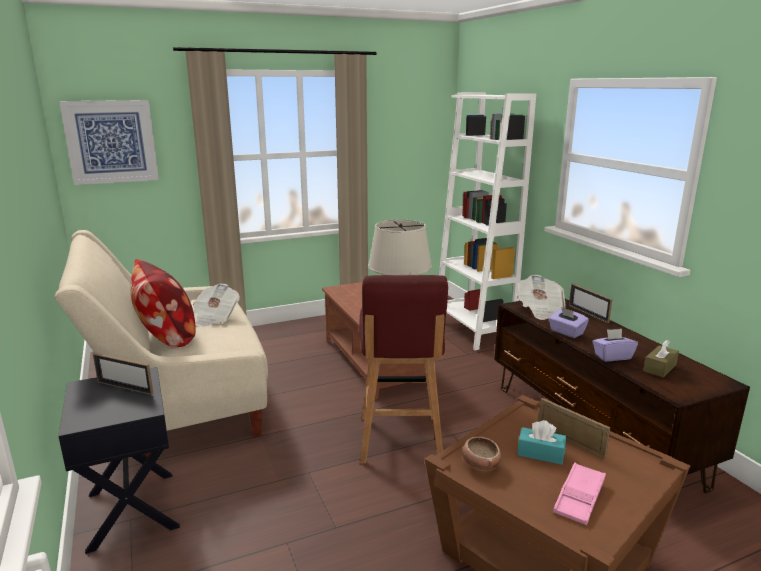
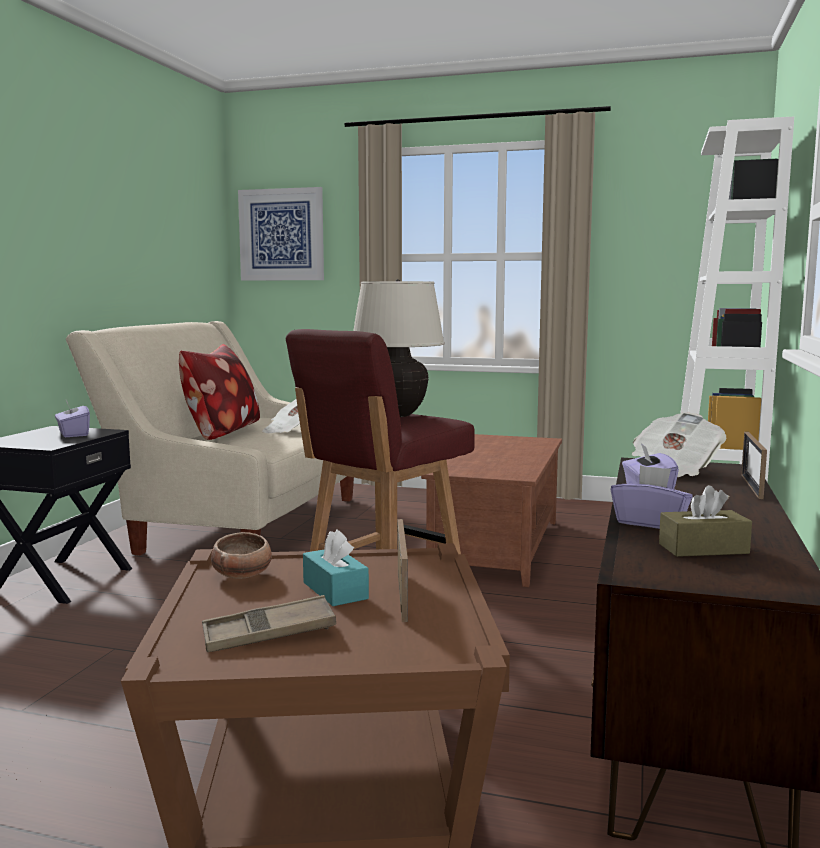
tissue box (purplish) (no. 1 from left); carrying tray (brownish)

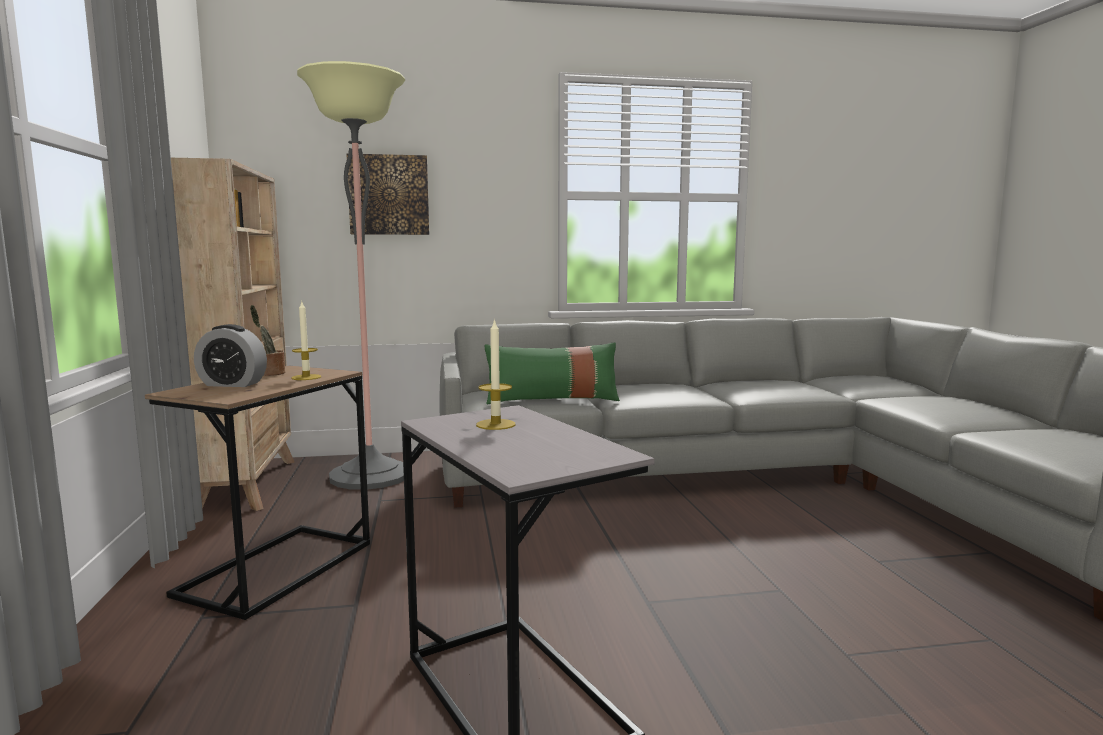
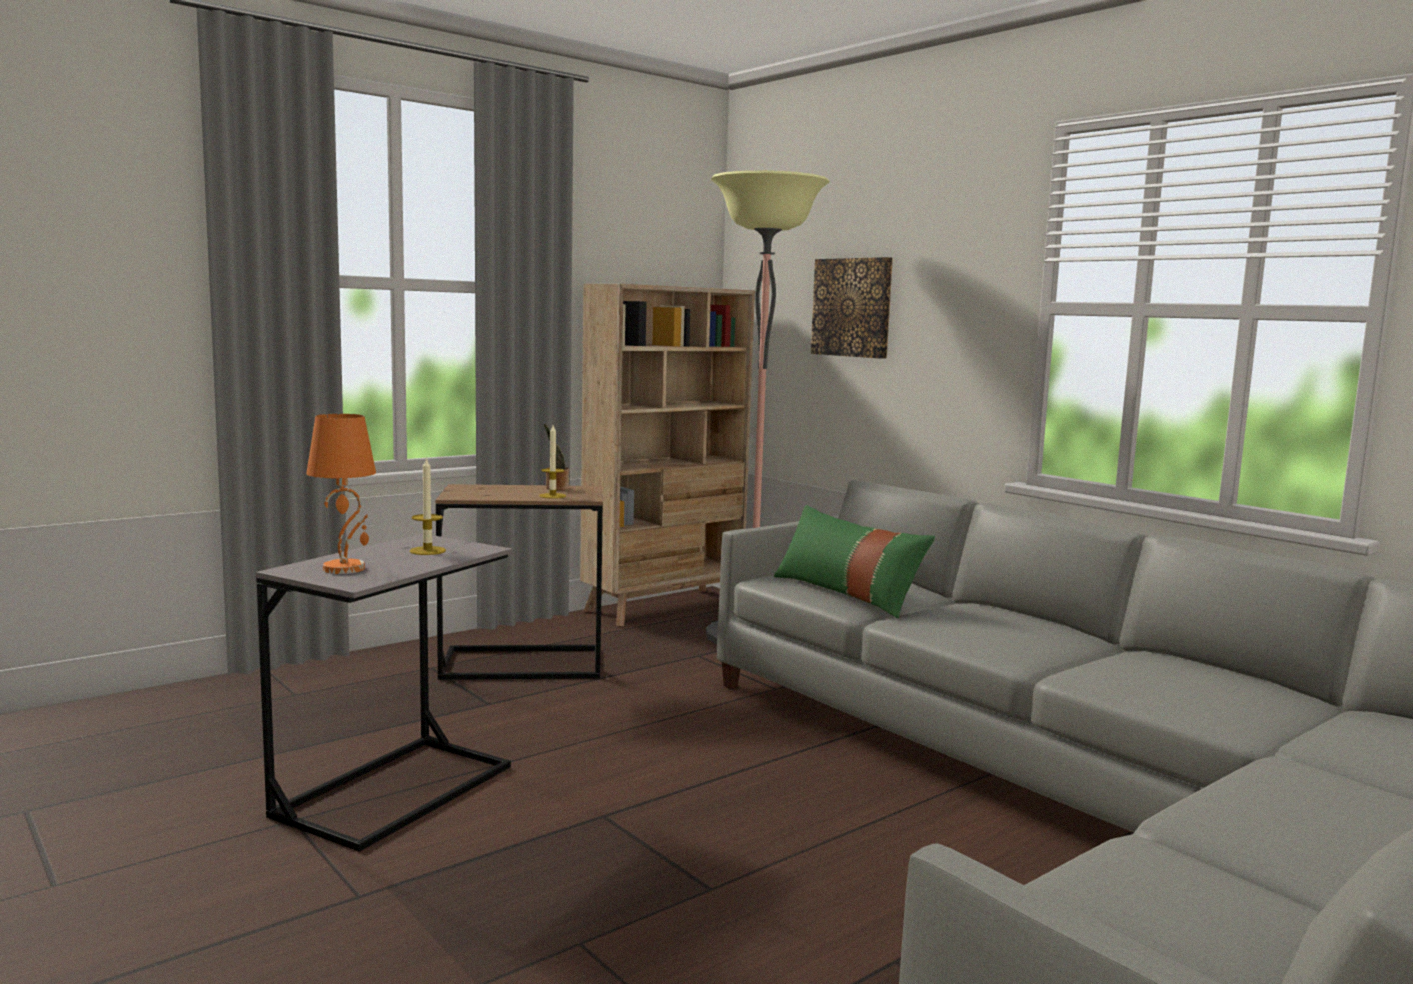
alarm clock; lamp for a table (orange-coloured)

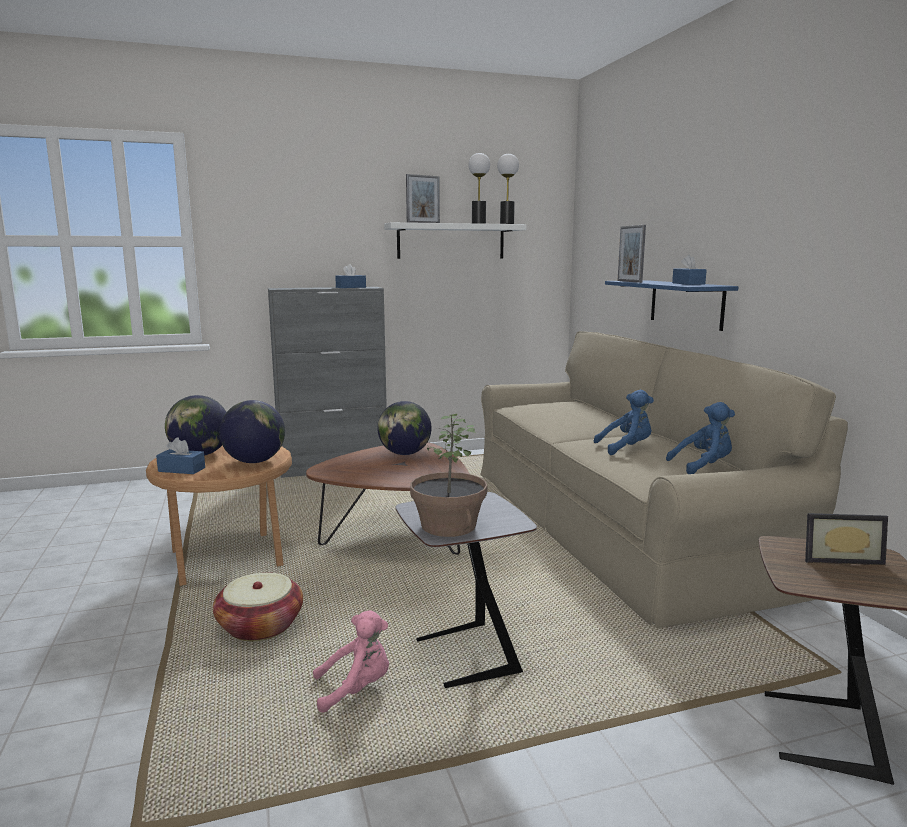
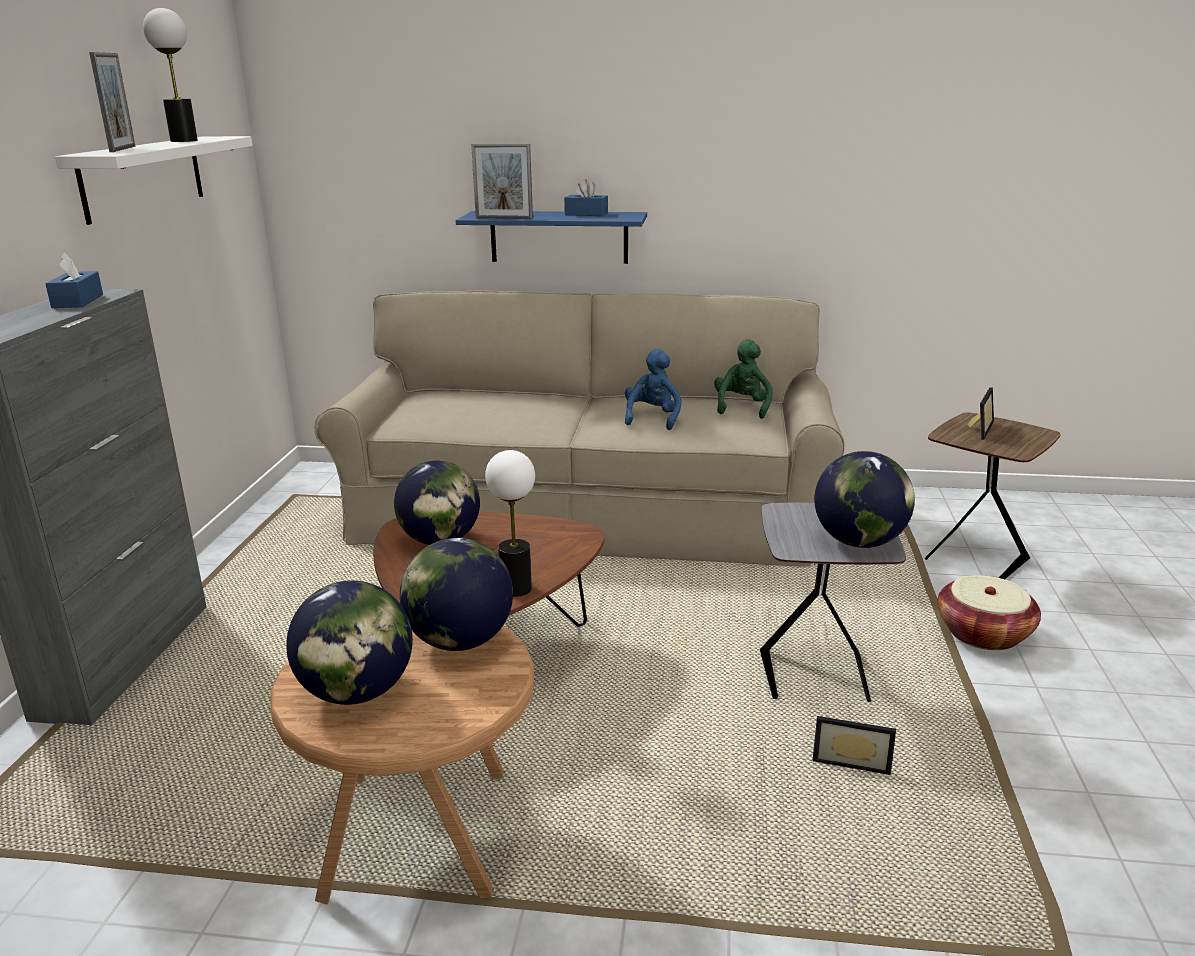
tissue box (blue) (no. 1 from left in the first image); household basket; lamp for a table (no. 2 from left); standing frame (no. 3 from left); globe (no. 4 from left); cuddly toy (green-coloured)

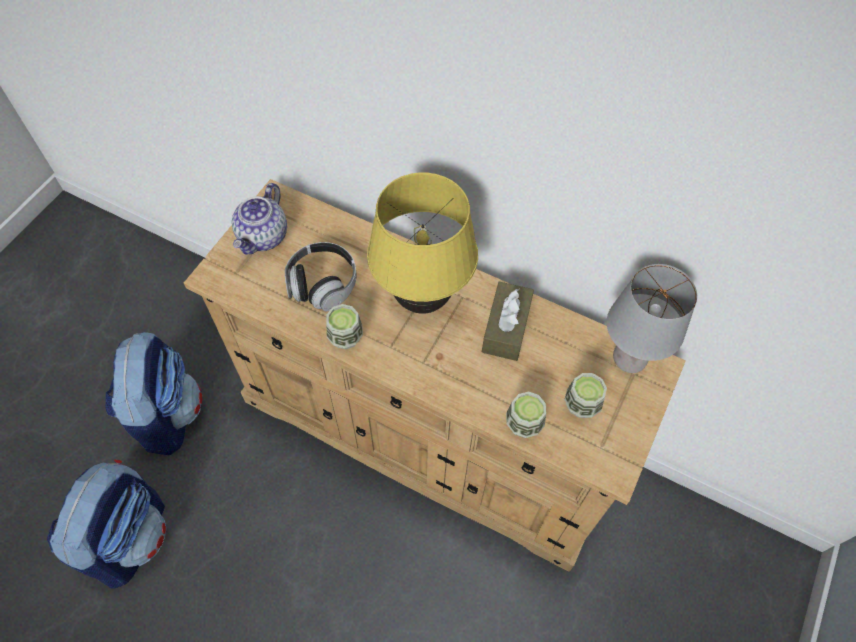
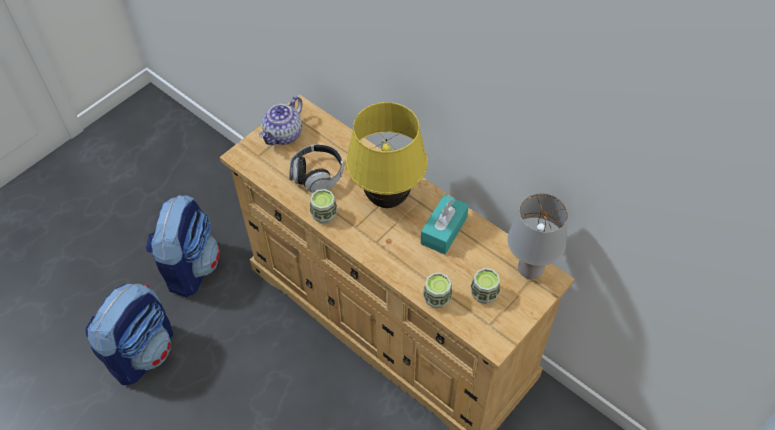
tissue box (turquoise)

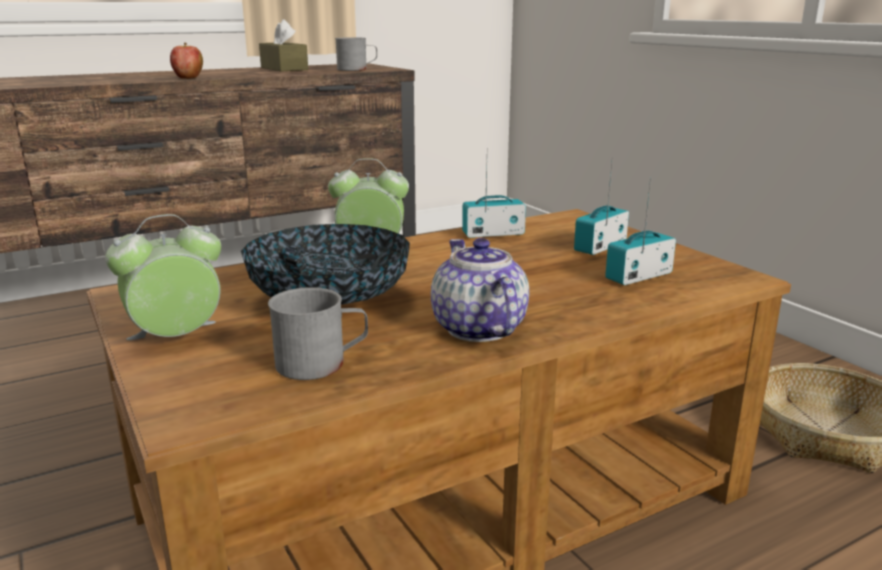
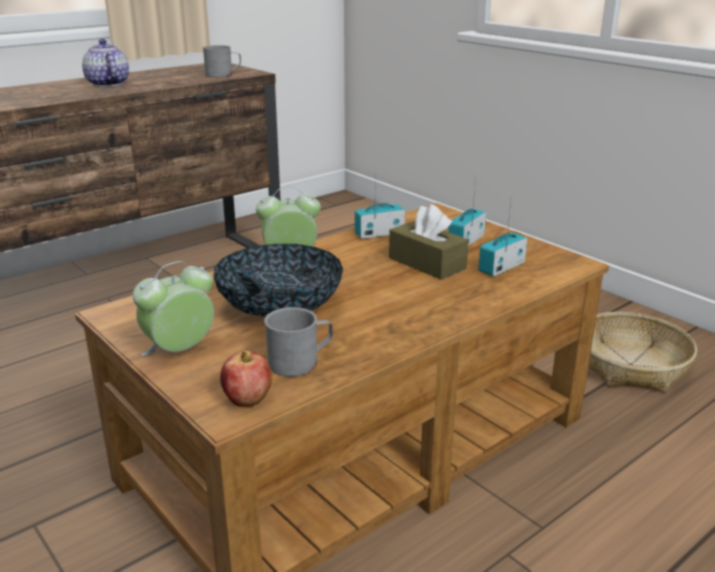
apple; tissue box (brownish); pot for tea

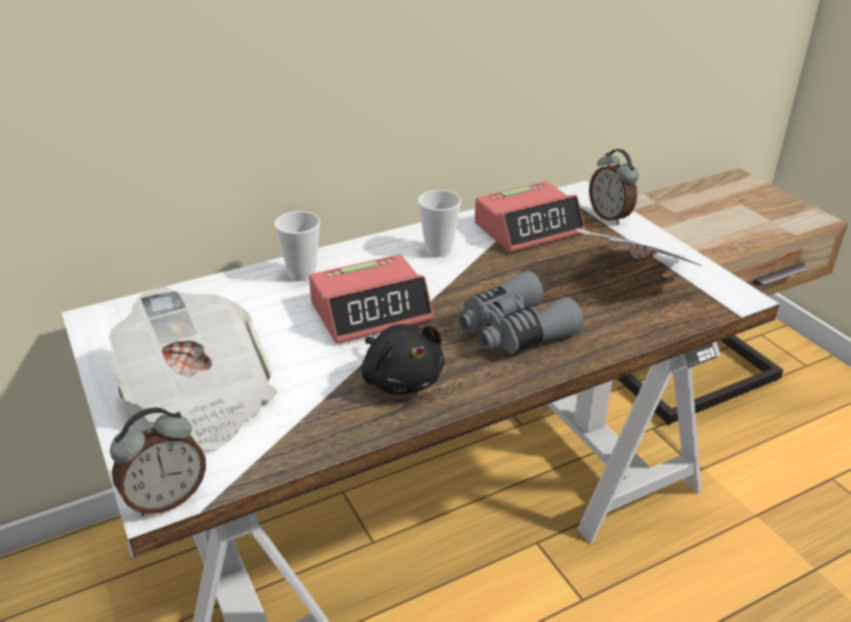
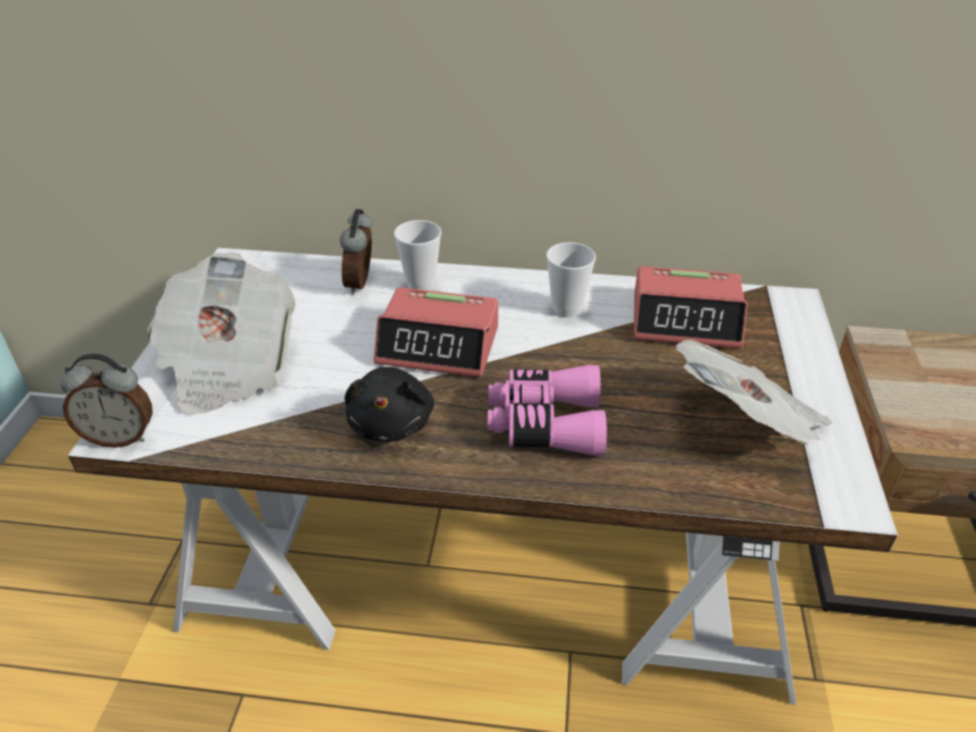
alarm clock (no. 2 from left); pair of binoculars (pink)

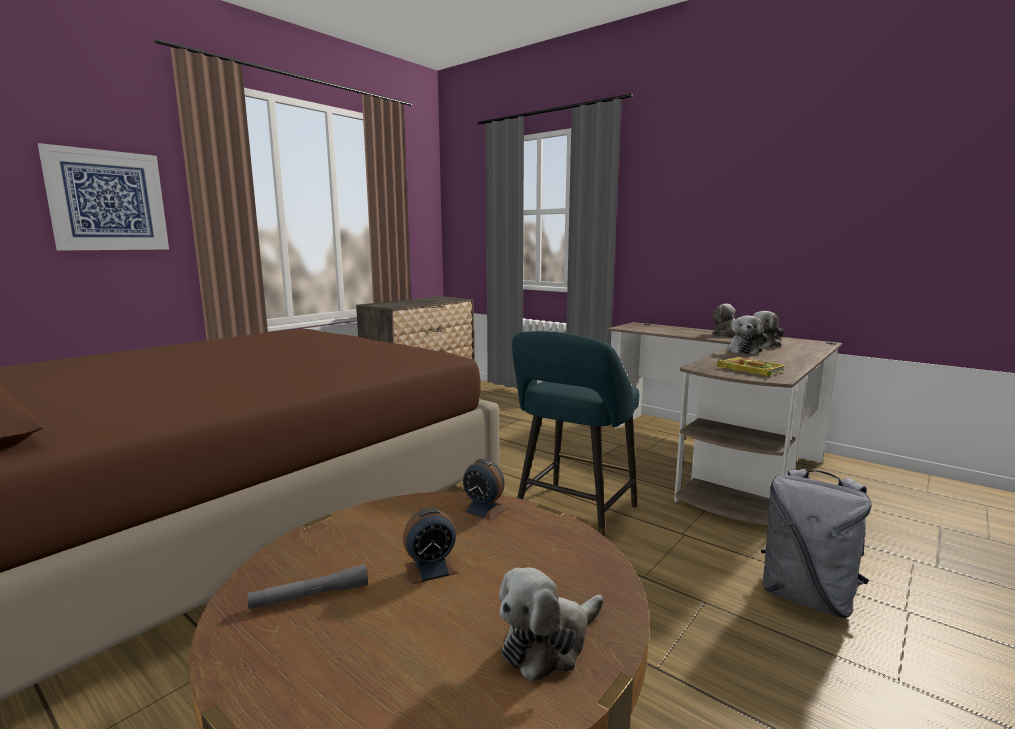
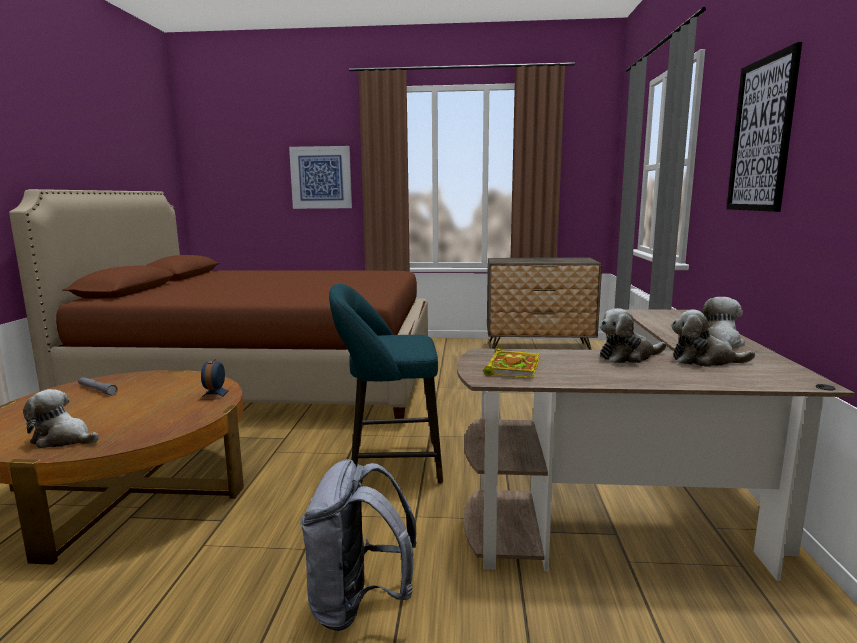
alarm clock (no. 1 from left in the first image); wall art (no. 2 from left)

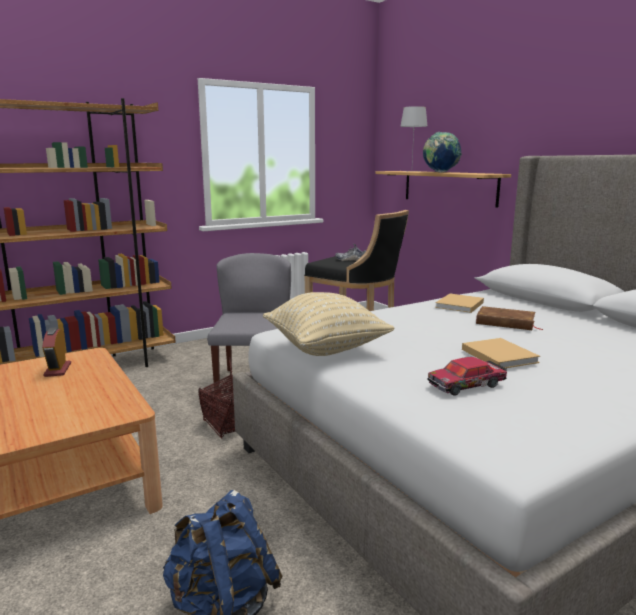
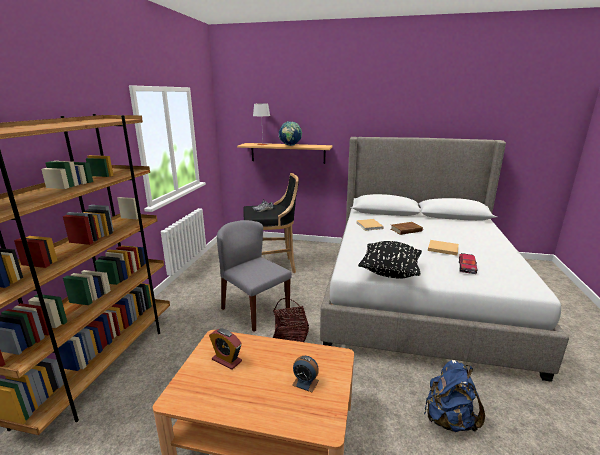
alarm clock (no. 2 from left); throw pillow (blackish)

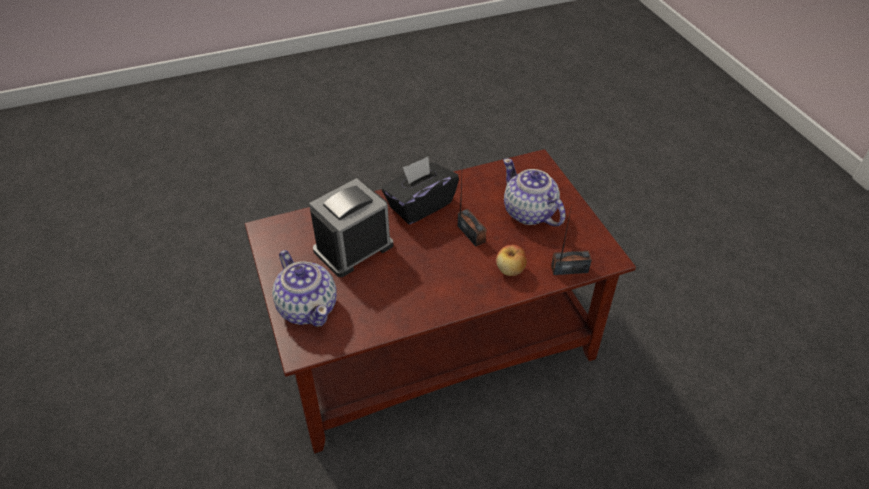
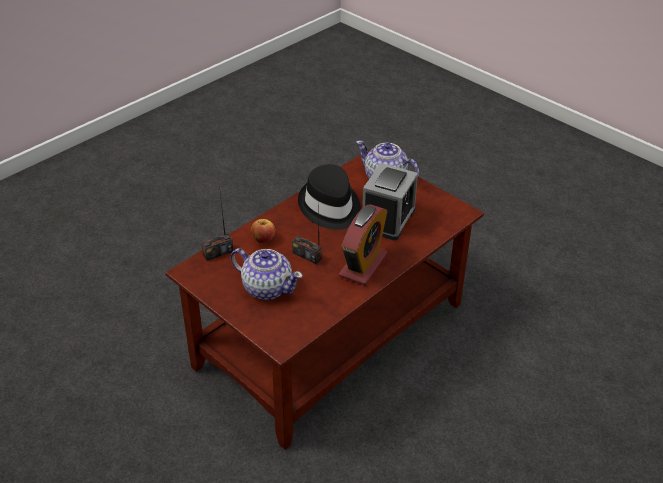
clothing hat (blackish); alarm clock (no. 1 from left)

